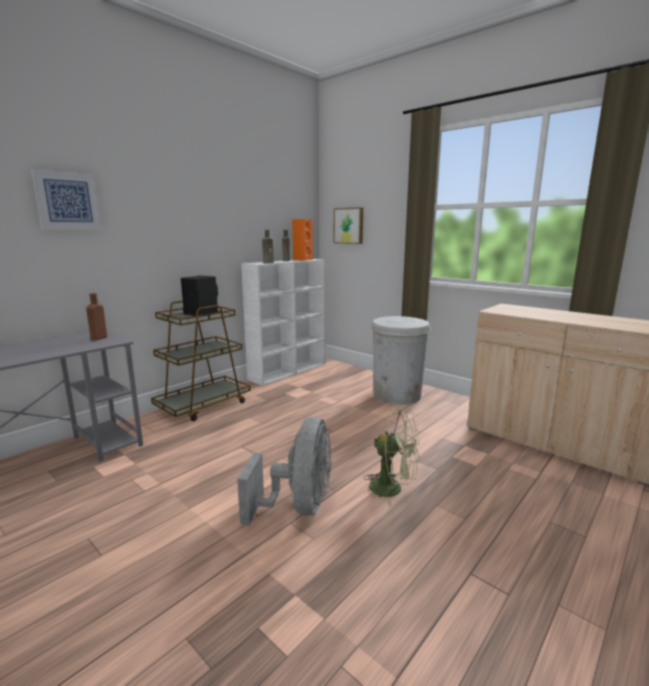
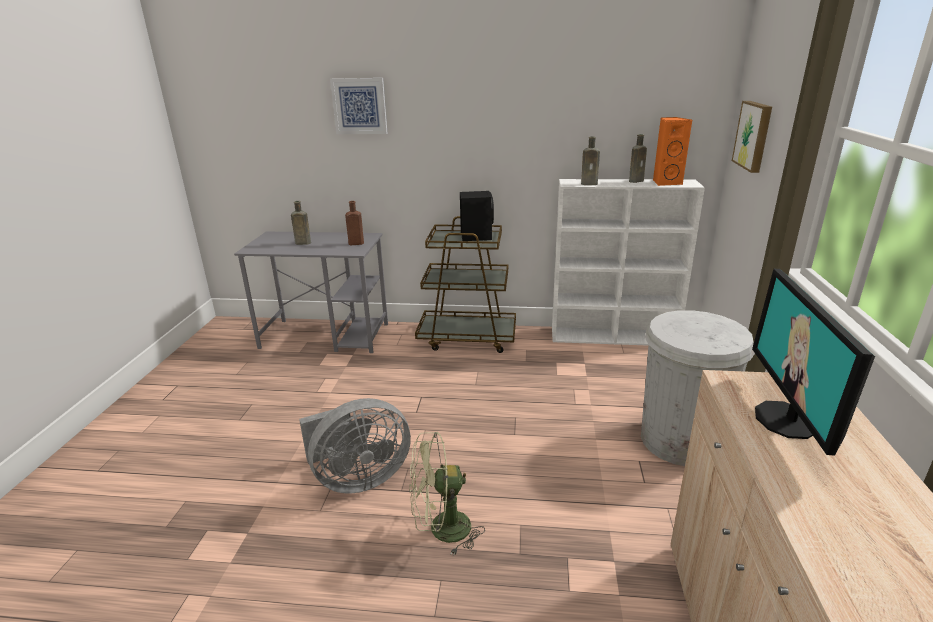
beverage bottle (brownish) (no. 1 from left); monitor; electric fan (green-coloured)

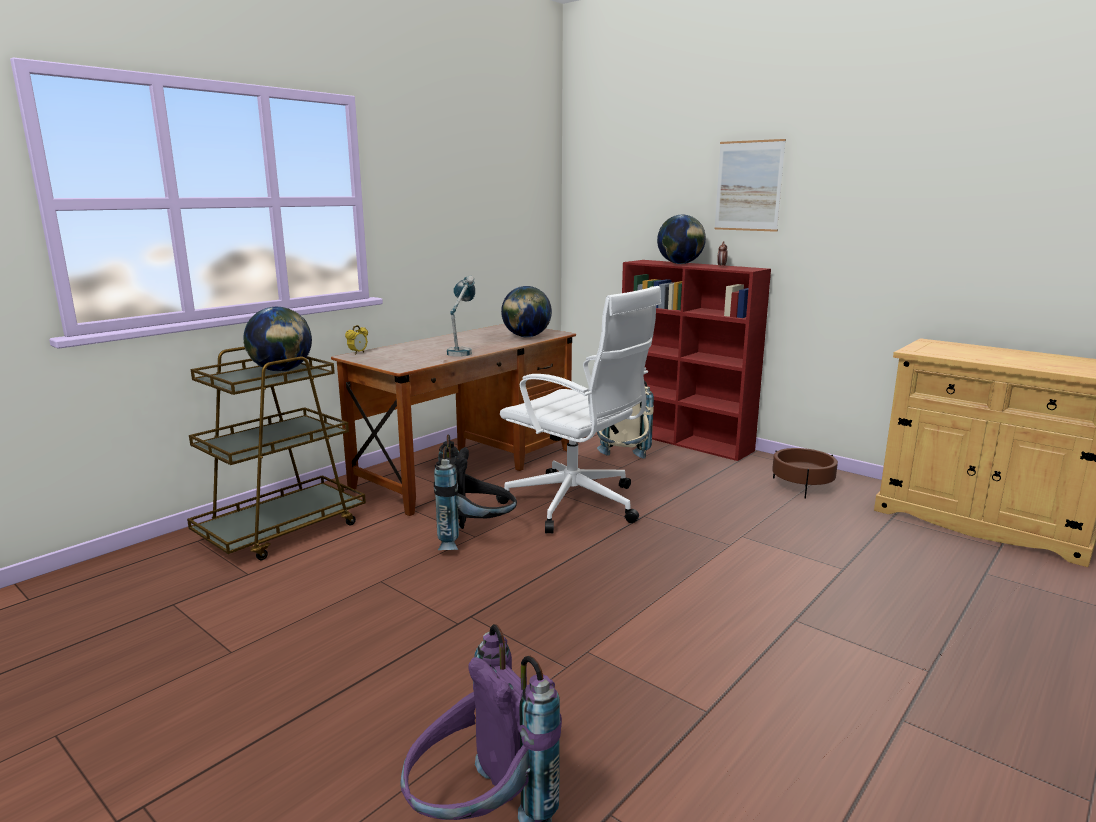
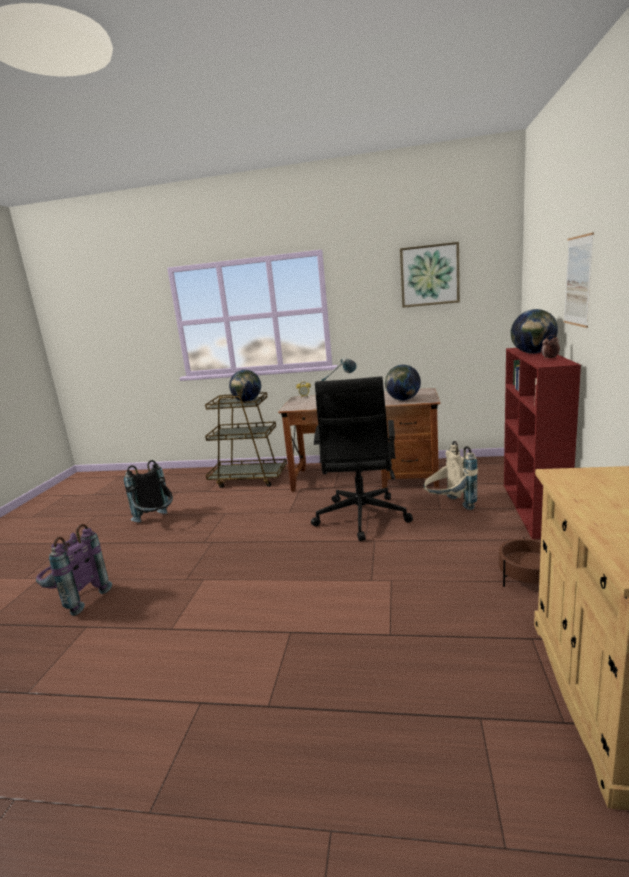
wall art (no. 1 from left); rucksack (blackish); office chair (blackish)

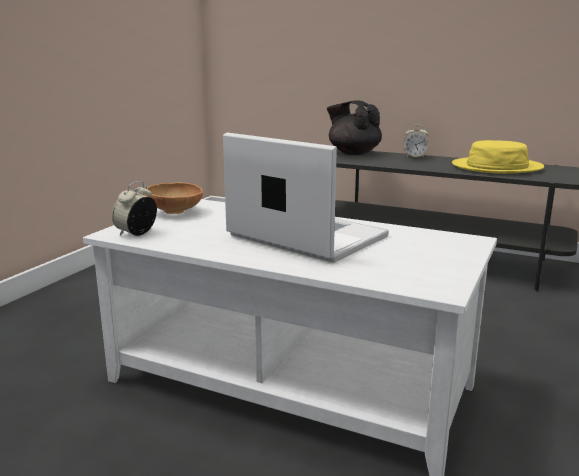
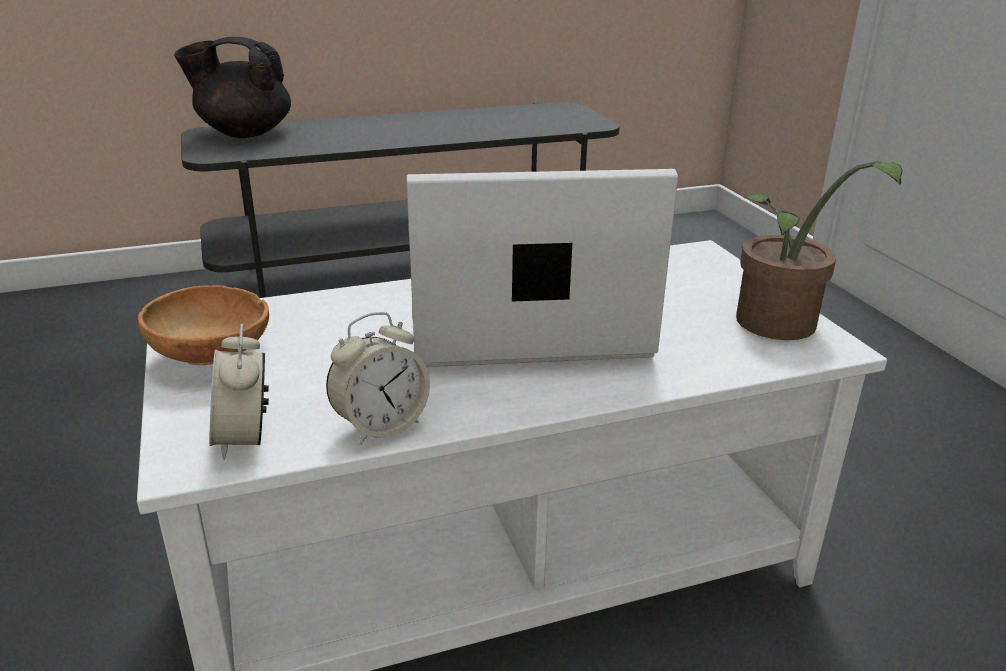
clothing hat (yellow-coloured); potted plant; alarm clock (no. 2 from left)

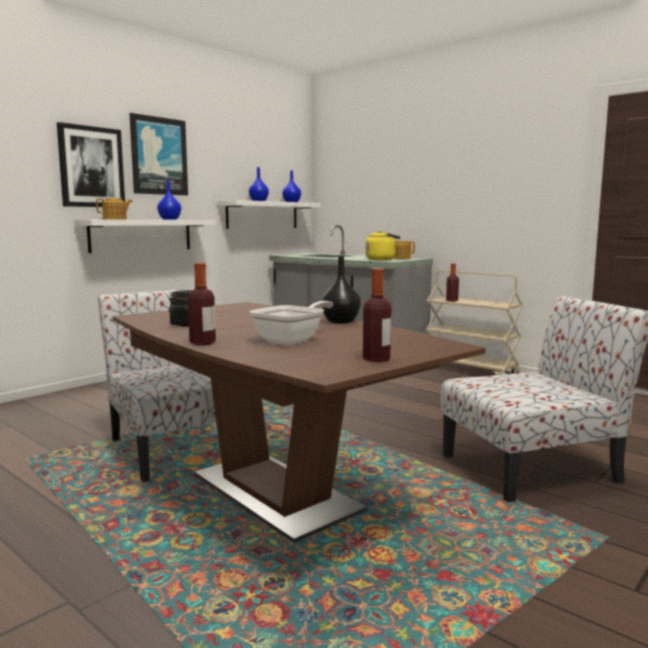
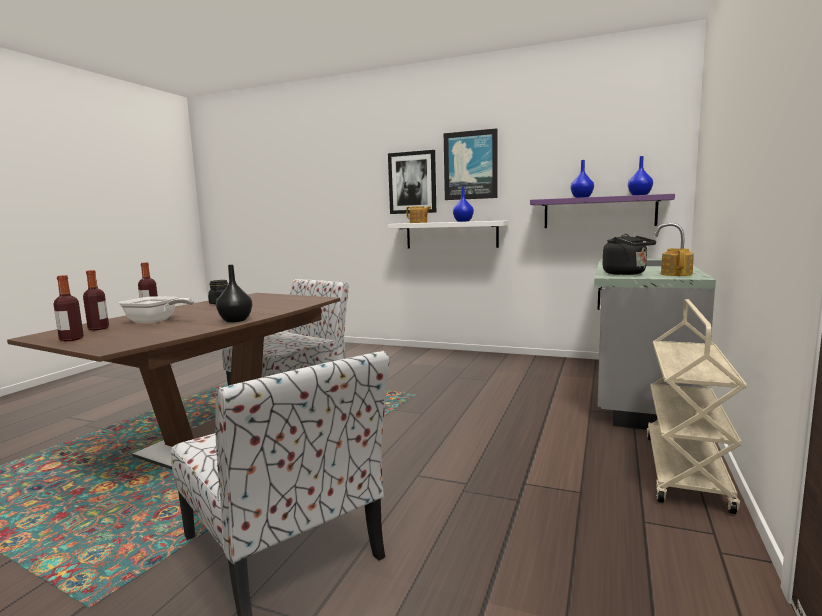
beverage bottle (no. 2 from left); wall shelf (purplish); kettle (blackish)

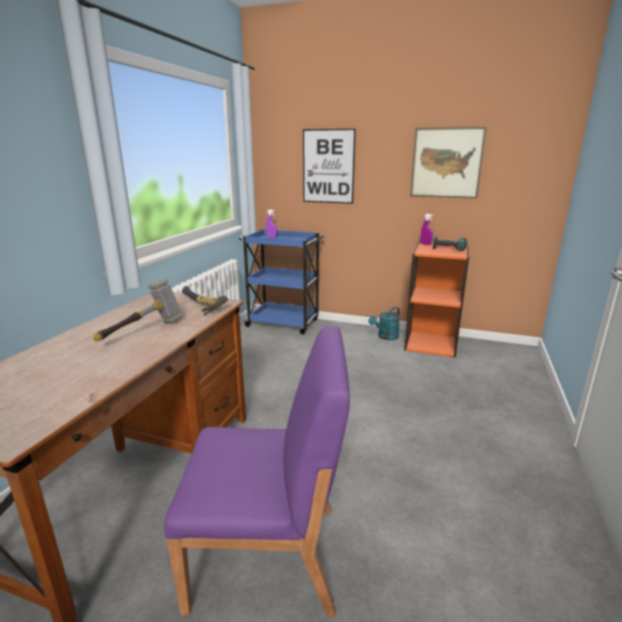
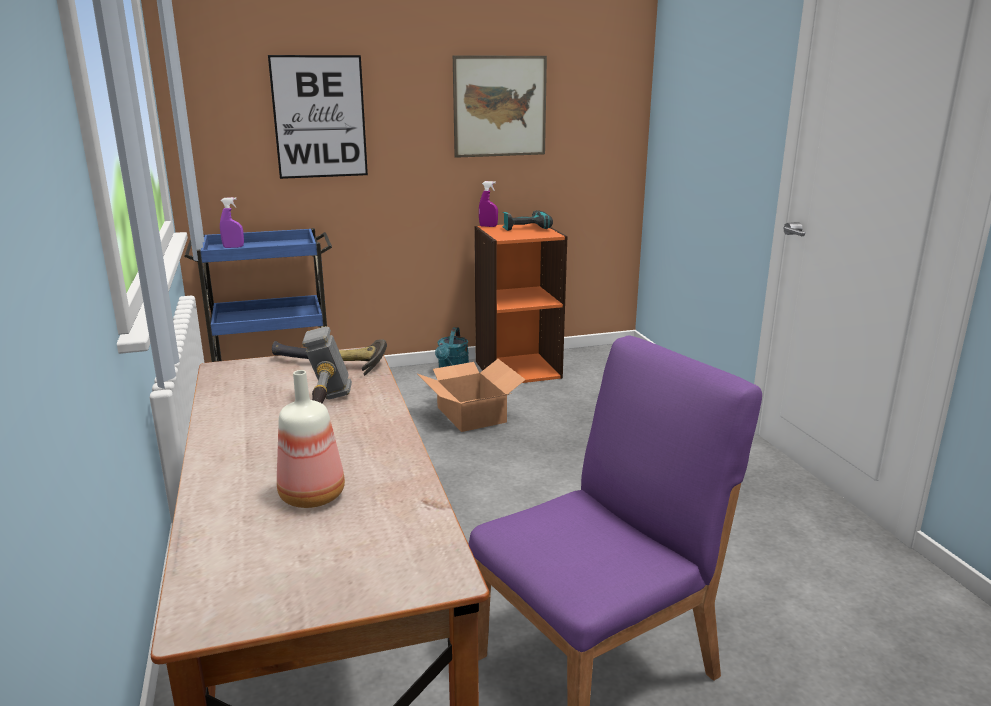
beverage bottle; carton

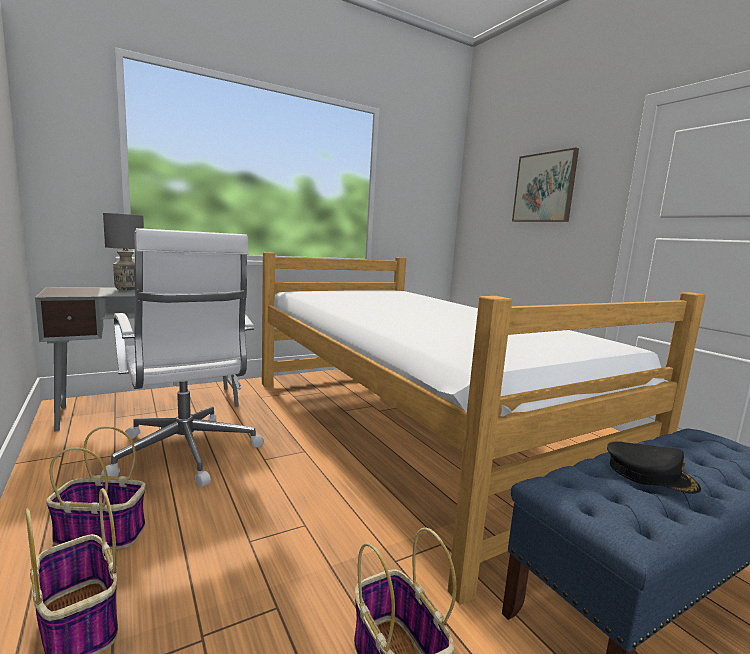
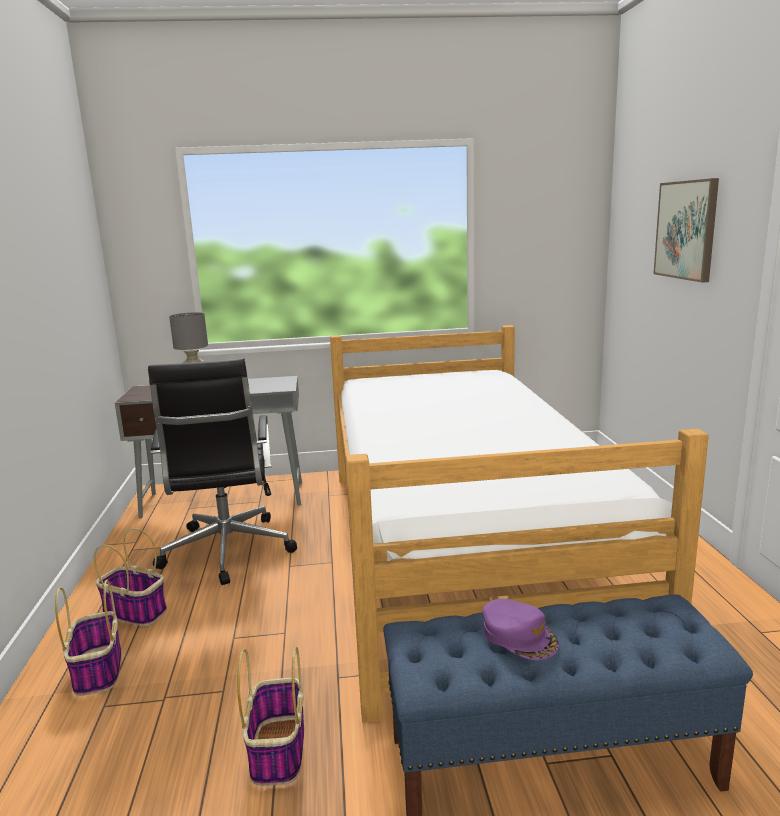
office chair (blackish); baseball cap (purplish)

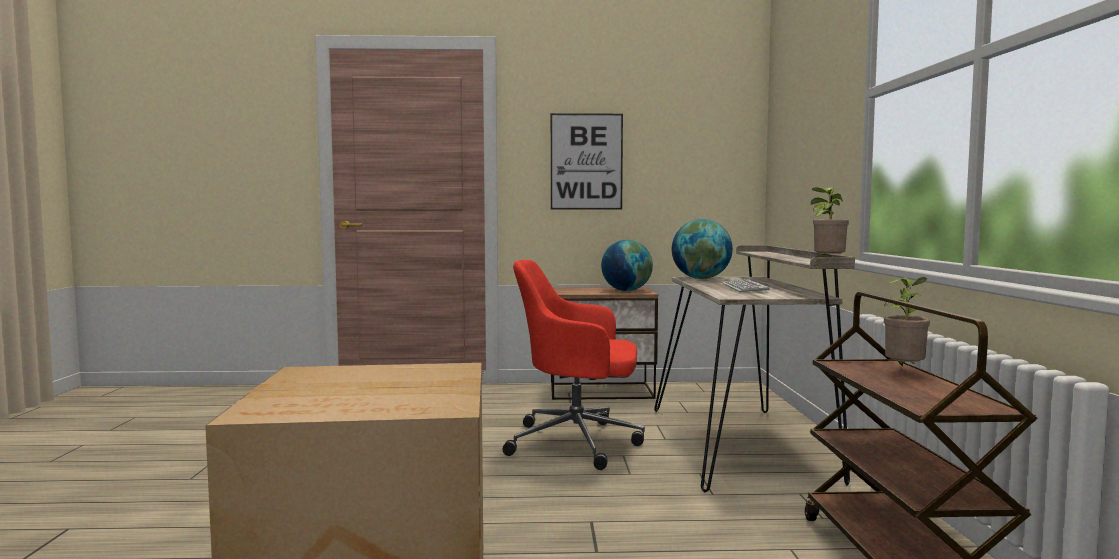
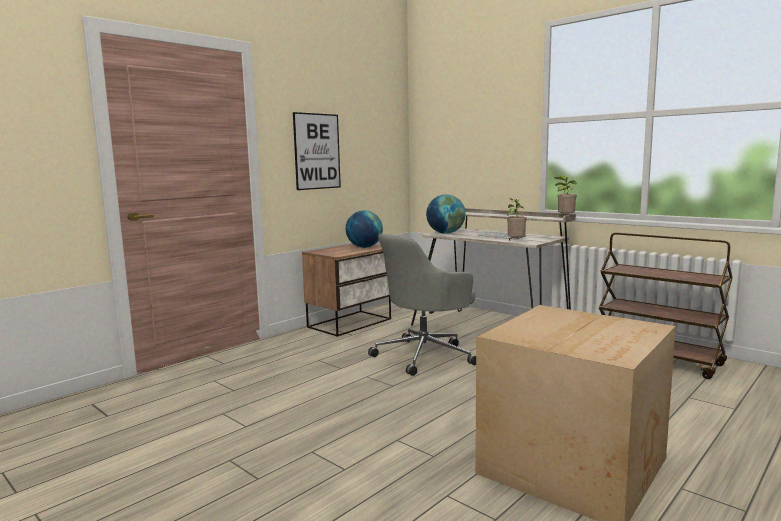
potted plant (no. 1 from left); office chair (gray)

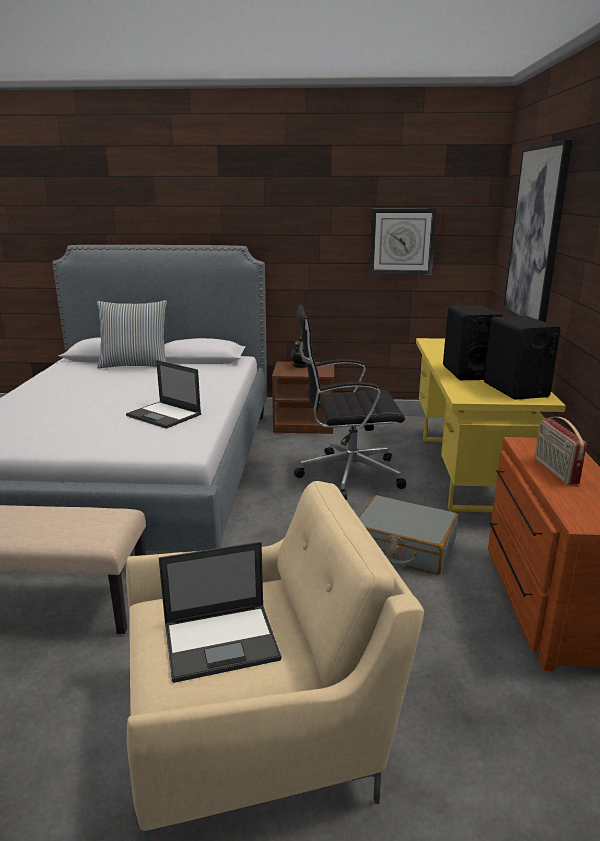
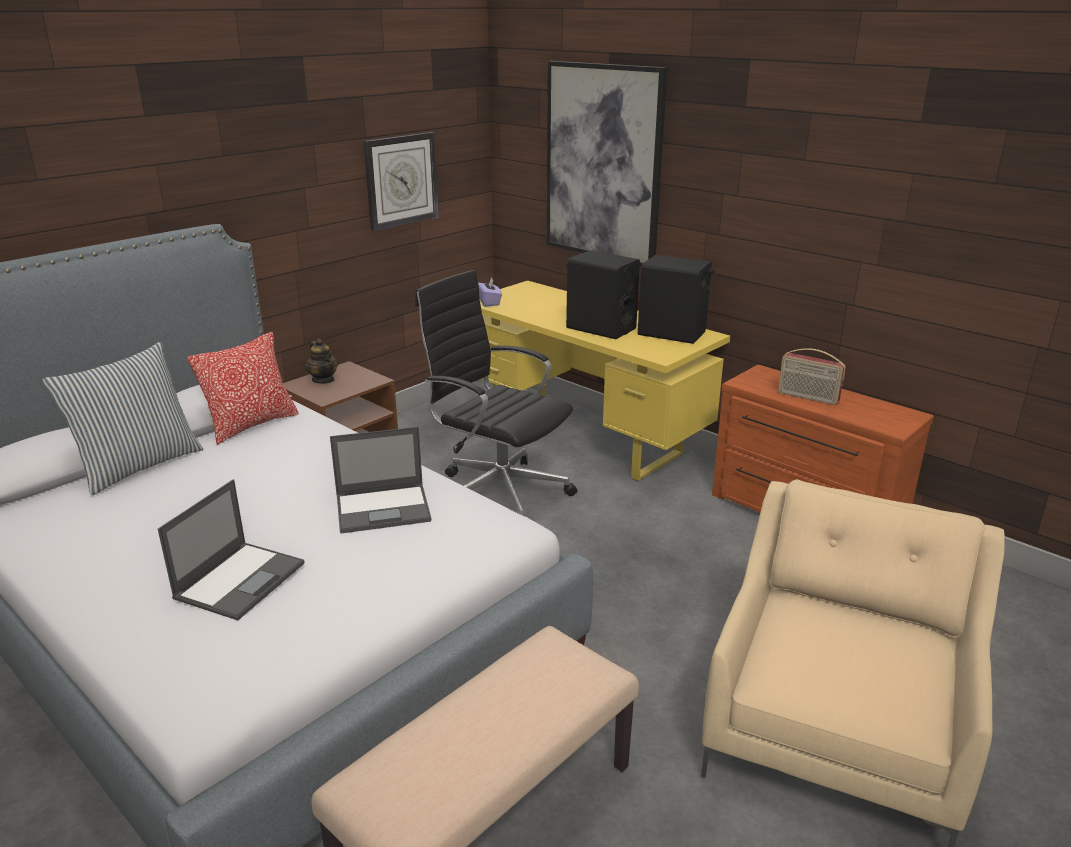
travel case (gray); throw pillow (no. 2 from left); tissue box (purplish); notebook computer (no. 1 from left); office chair (blackish)

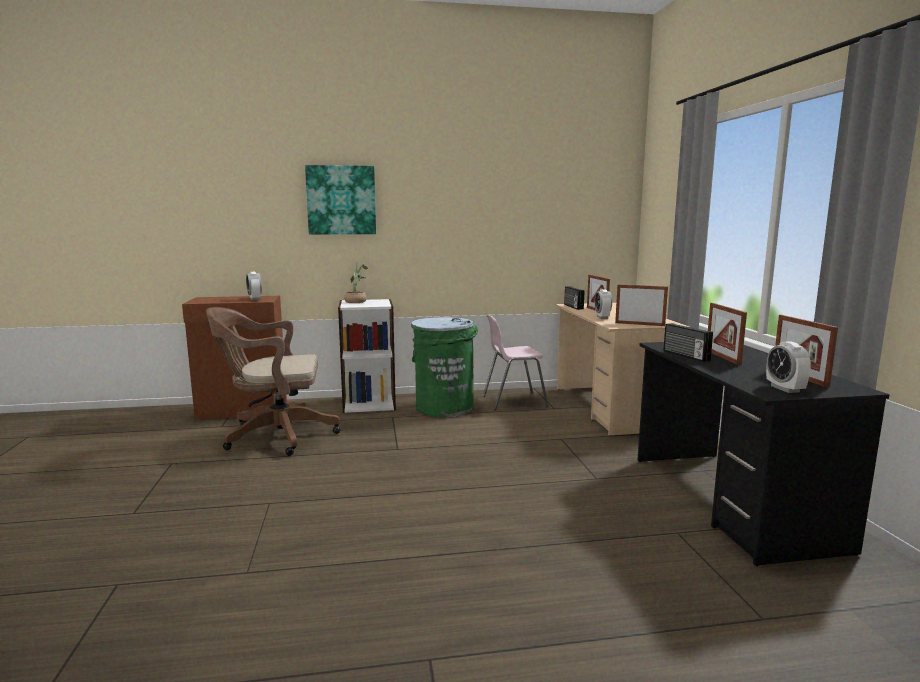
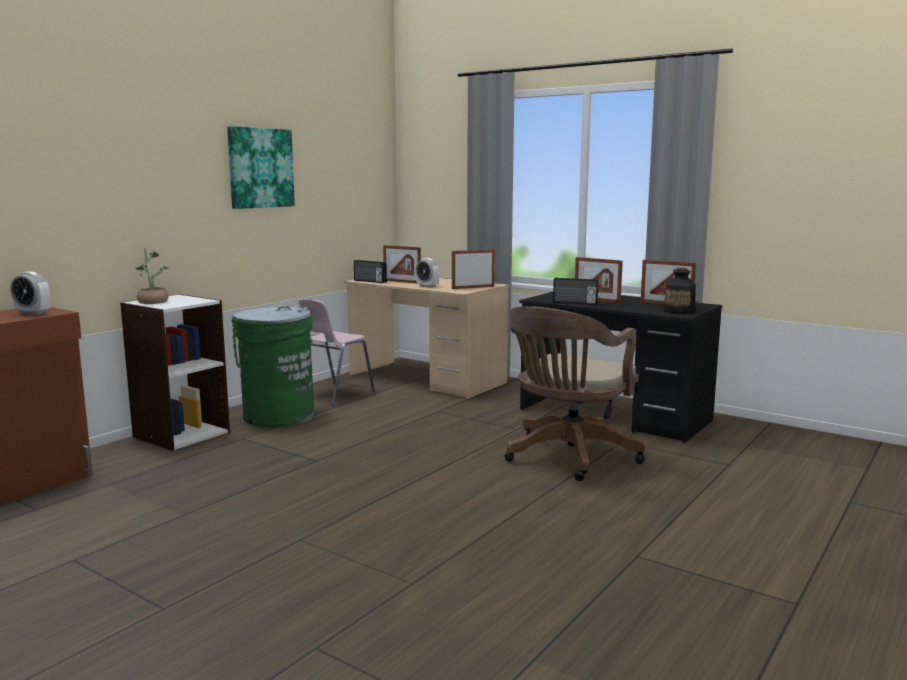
office chair (brownish); wall art; beverage bottle

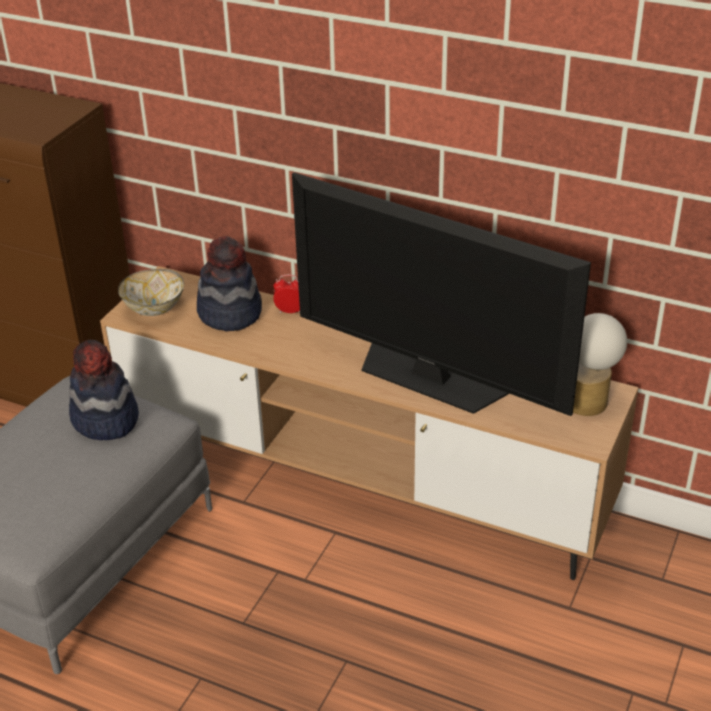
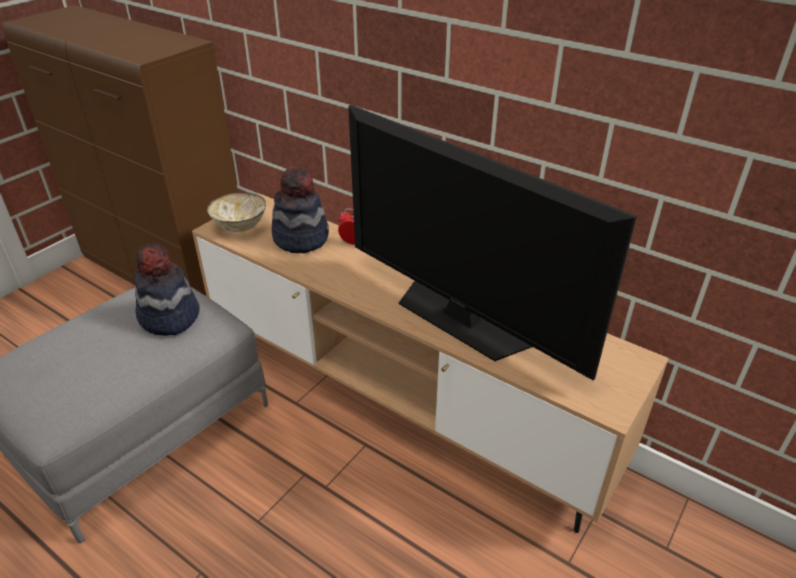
lamp for a table

